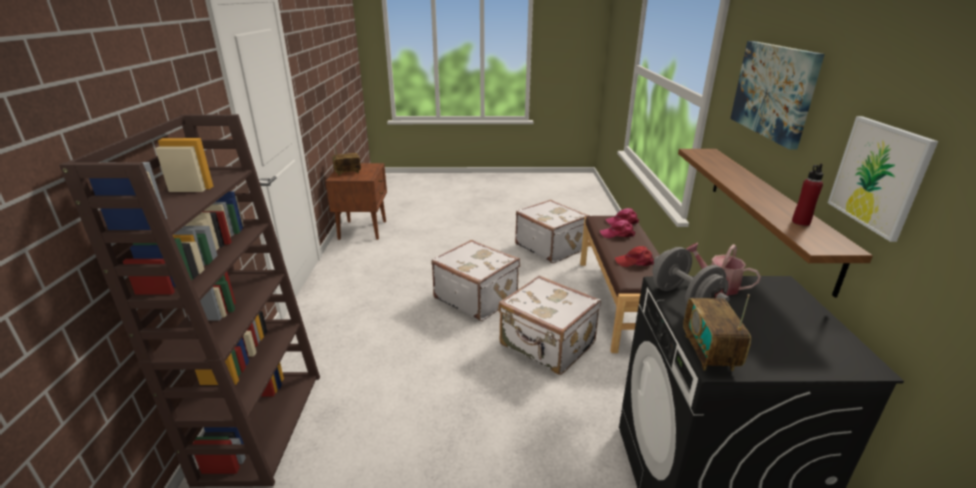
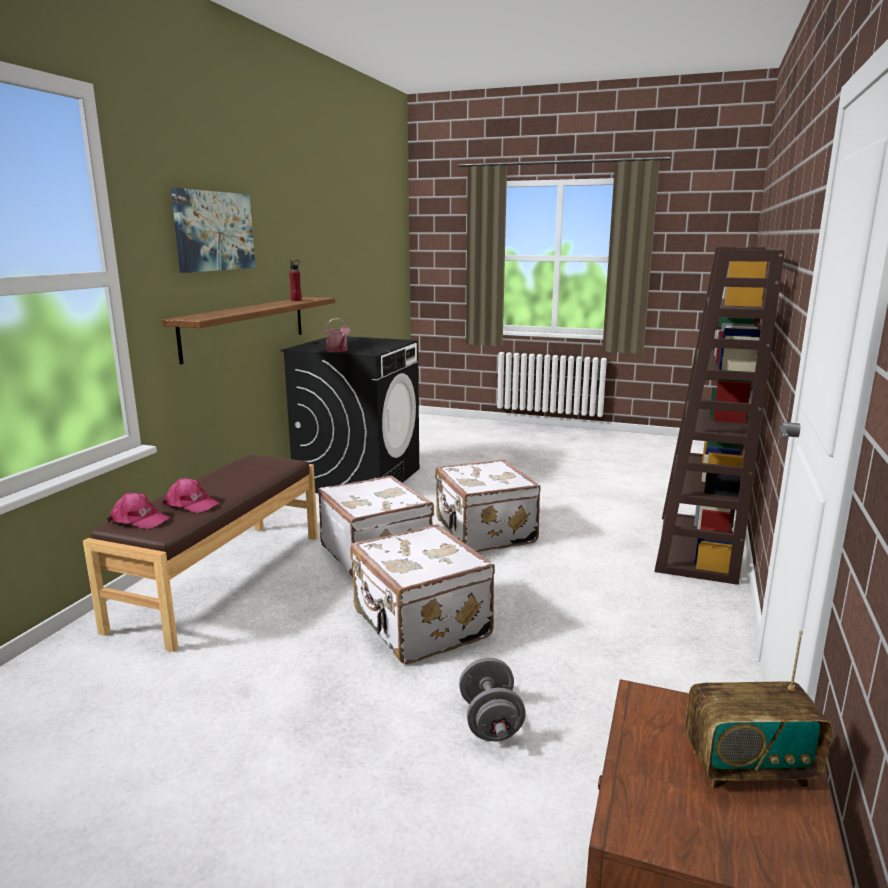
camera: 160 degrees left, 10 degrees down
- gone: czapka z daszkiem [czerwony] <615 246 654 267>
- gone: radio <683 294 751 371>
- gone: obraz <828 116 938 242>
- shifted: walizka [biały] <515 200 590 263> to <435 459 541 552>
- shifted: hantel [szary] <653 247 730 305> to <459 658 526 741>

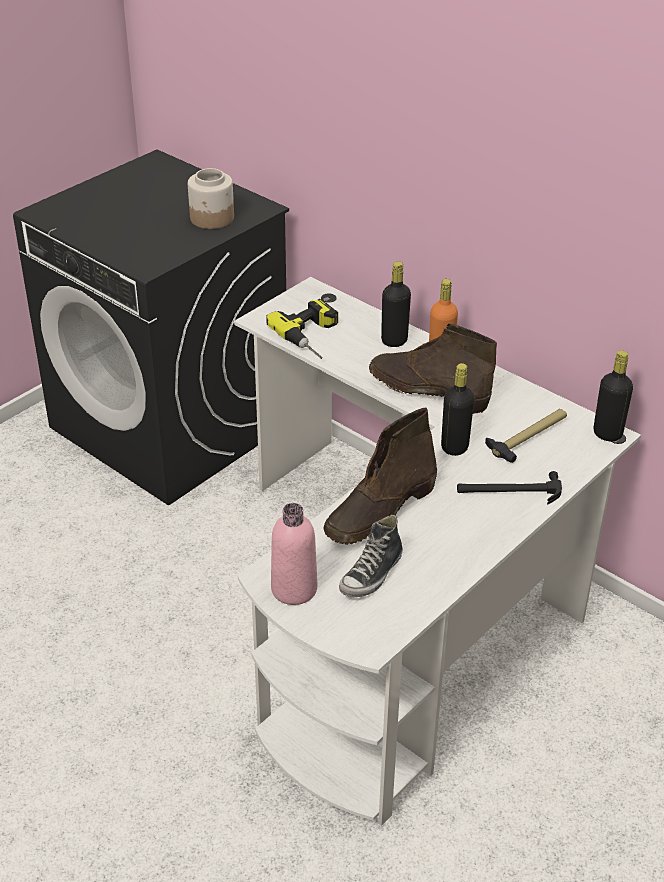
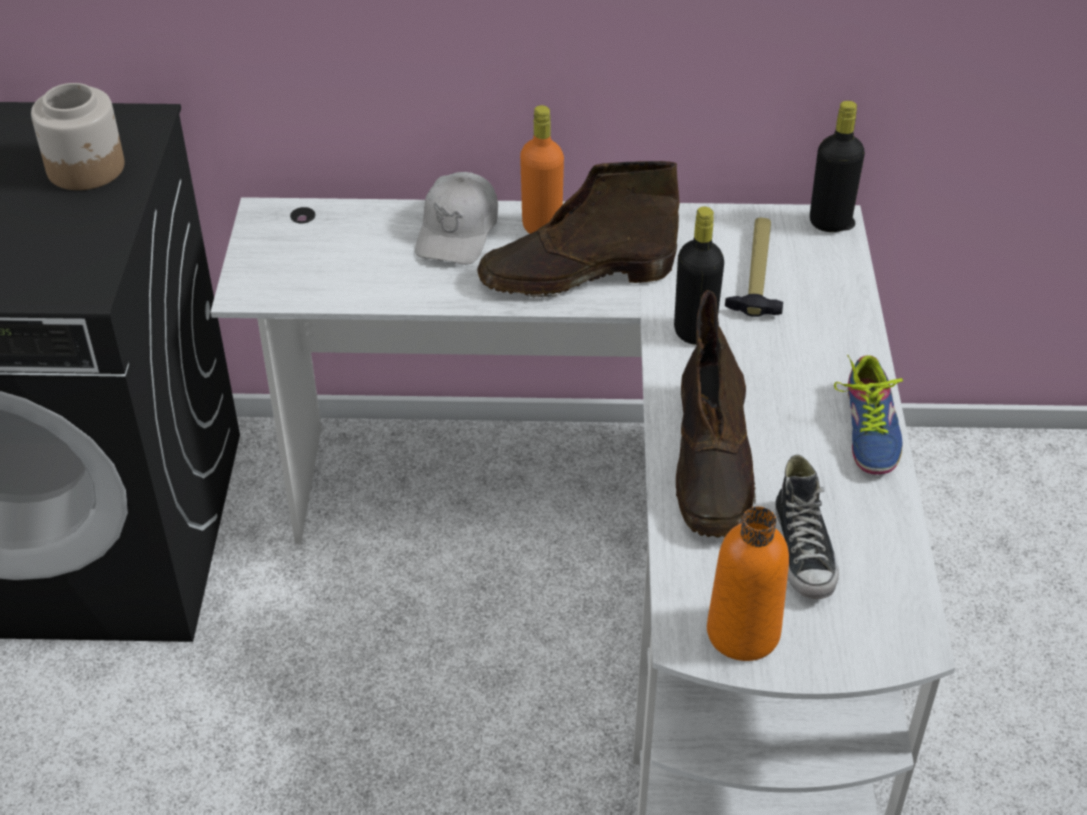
camera: 40 degrees left, 5 degrees up
- gone: wiertarka <266 299 338 359>
- gone: młotek <457 471 562 504>
- new: but <834 355 903 474>
- swapped: butelka [czarny] <381 261 411 347> to czapka z daszkiem [biały] <415 172 498 265>
- repainted: butelka [różowy] <271 503 317 605> to butelka [pomarańczowy] <707 507 789 661>

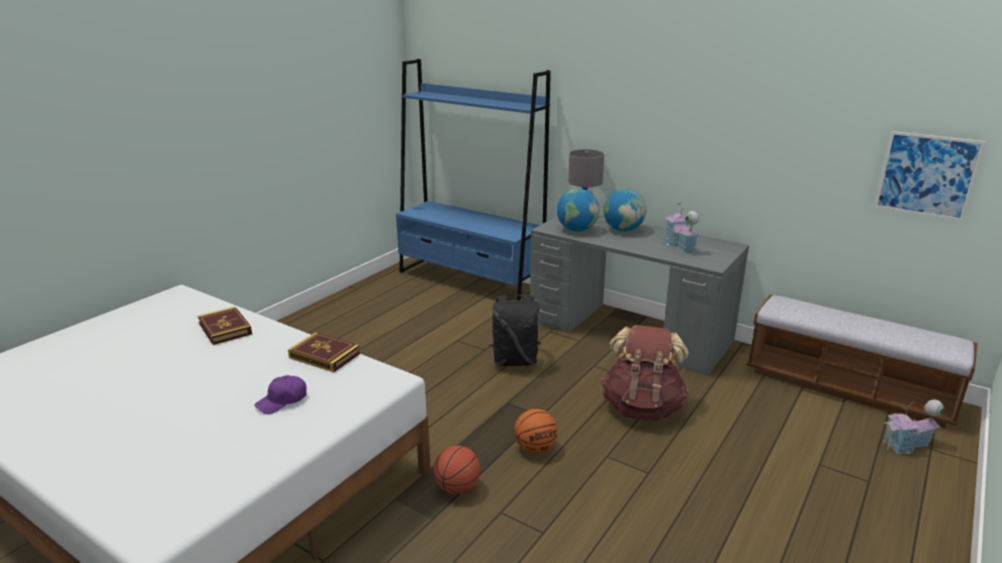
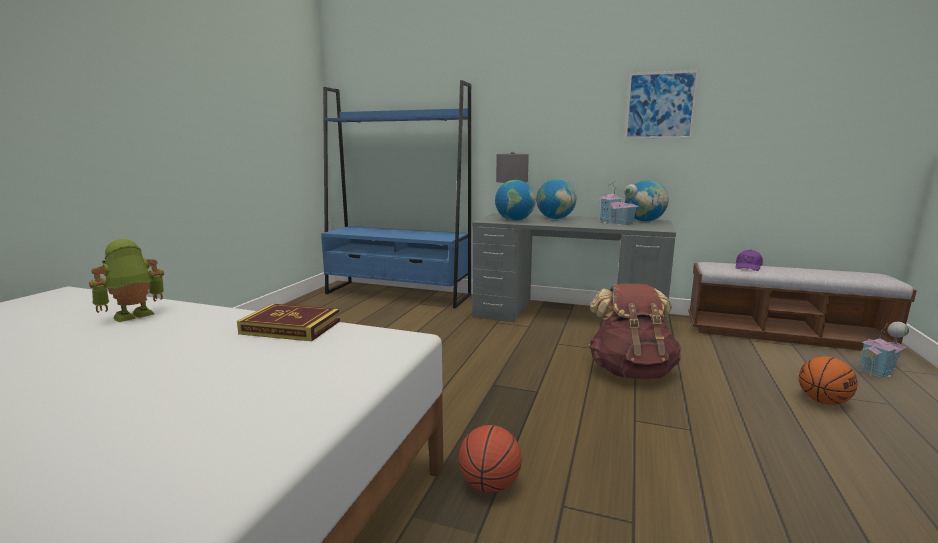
camera: 15 degrees left, 10 degrees down
- gone: plecak [czarny] <489 294 541 366>
- new: globus <625 180 669 222>
- shifted: czapka z daszkiem [fioletowy] <254 375 307 414> to <735 250 763 271>
- shifted: piłka do koszykówki <514 409 558 453> to <799 356 858 405>
- shifted: obraz <874 131 985 221> to <625 70 699 139>
- swapped: książka <198 307 252 345> to robot zabawkowy <89 239 164 322>

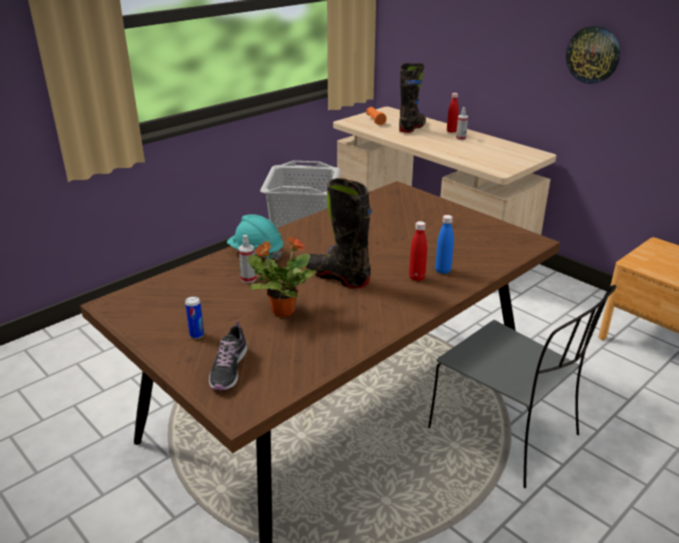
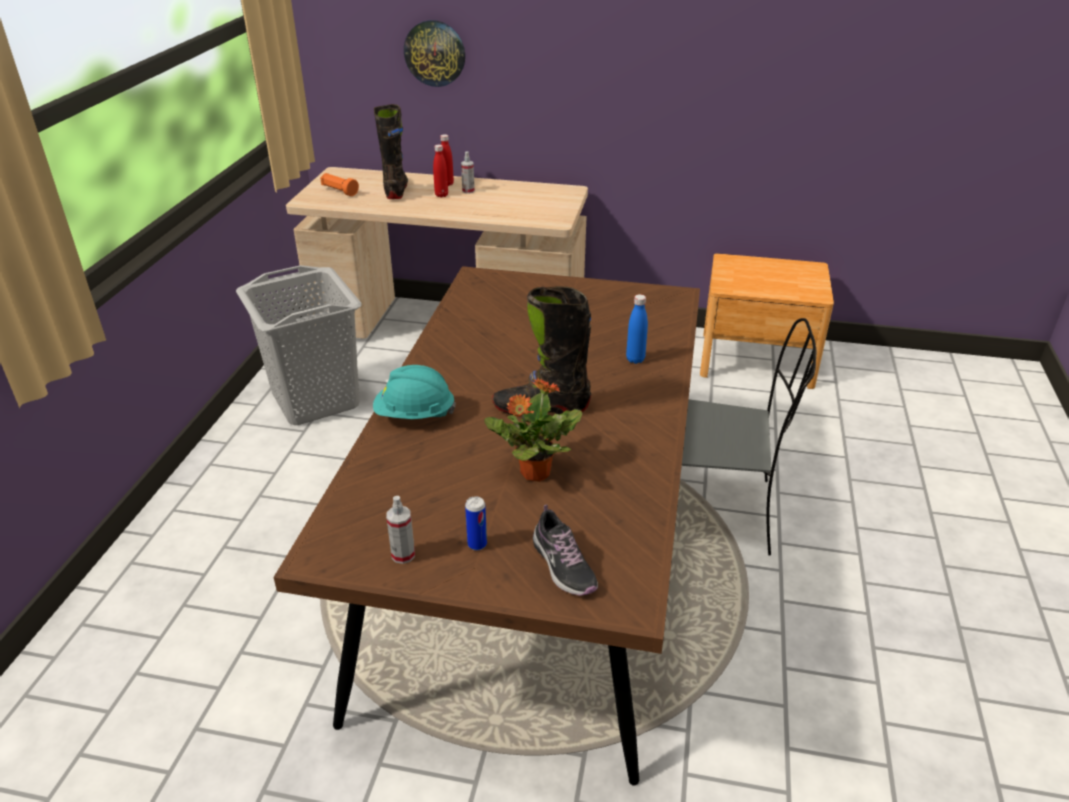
camera: 35 degrees left, 5 degrees up
- shifted: spryskiwacz <239 235 256 283> to <386 496 415 564>
- shifted: butelka [czerwony] <409 221 427 281> to <433 145 448 197>
- shifted: zegar ścienny <566 26 620 84> to <404 20 465 87>

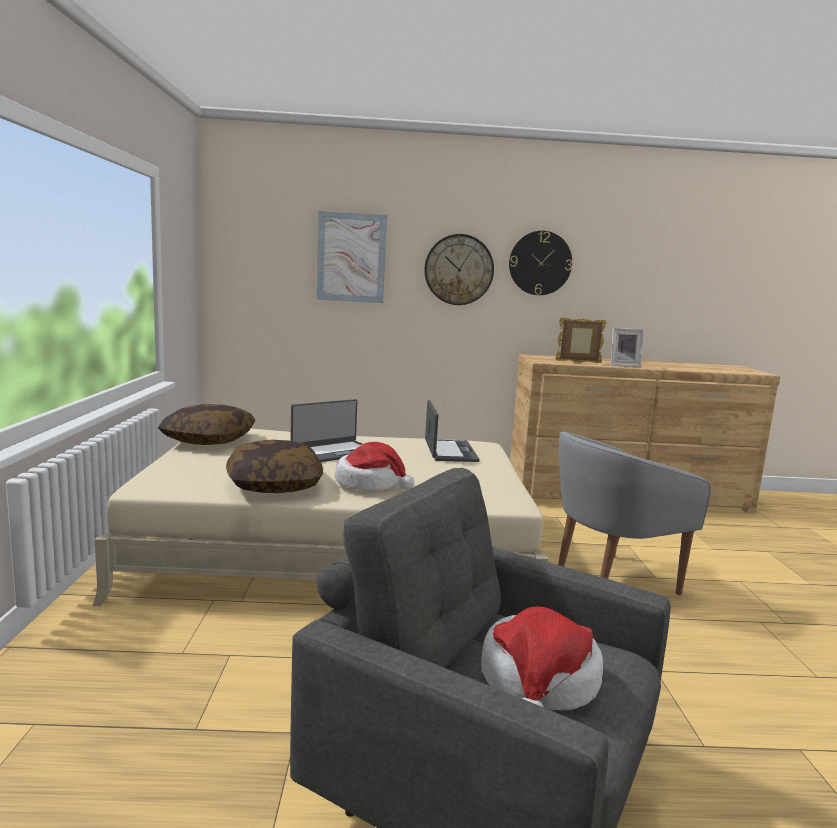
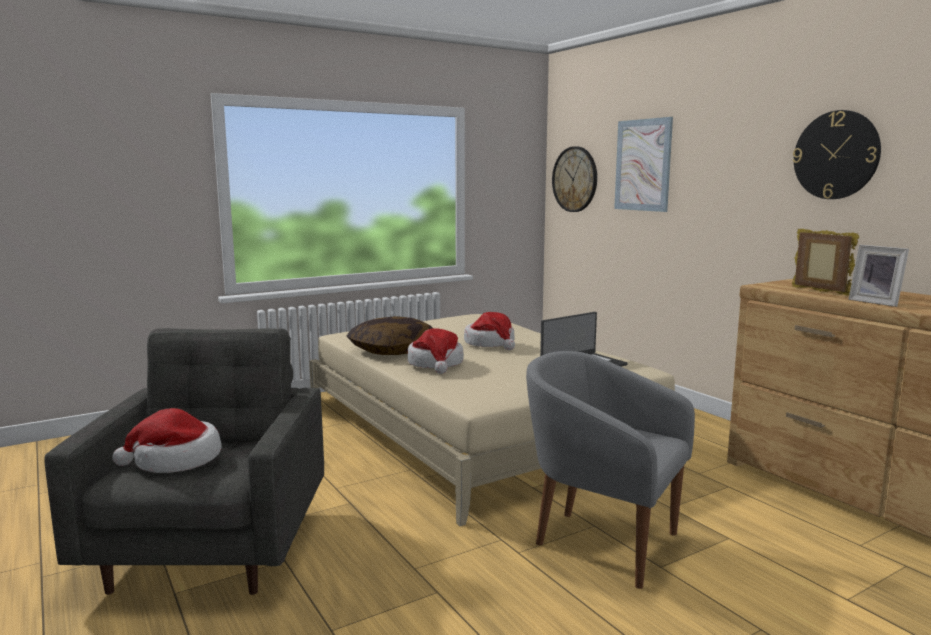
camera: 60 degrees right, 0 degrees up
- gone: poduszka <158 404 256 445>
- shifted: zegar ścienny <424 234 494 305> to <552 146 597 212>
- swapped: laptop <290 399 362 462> to kapelusz <464 312 515 350>

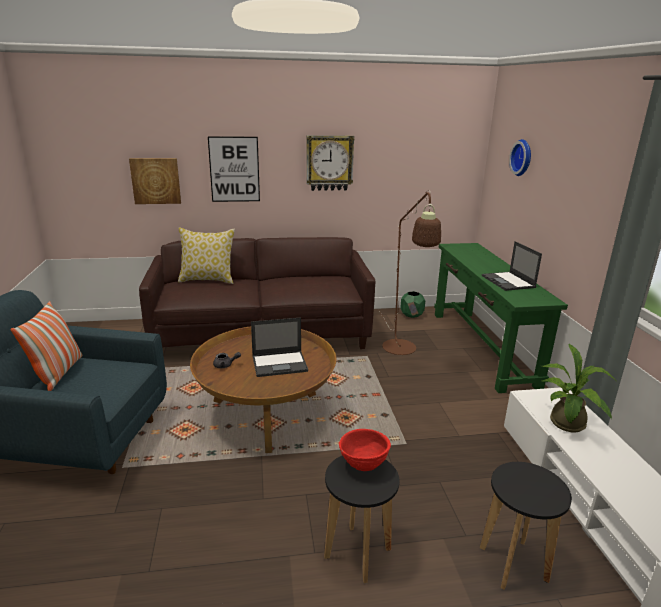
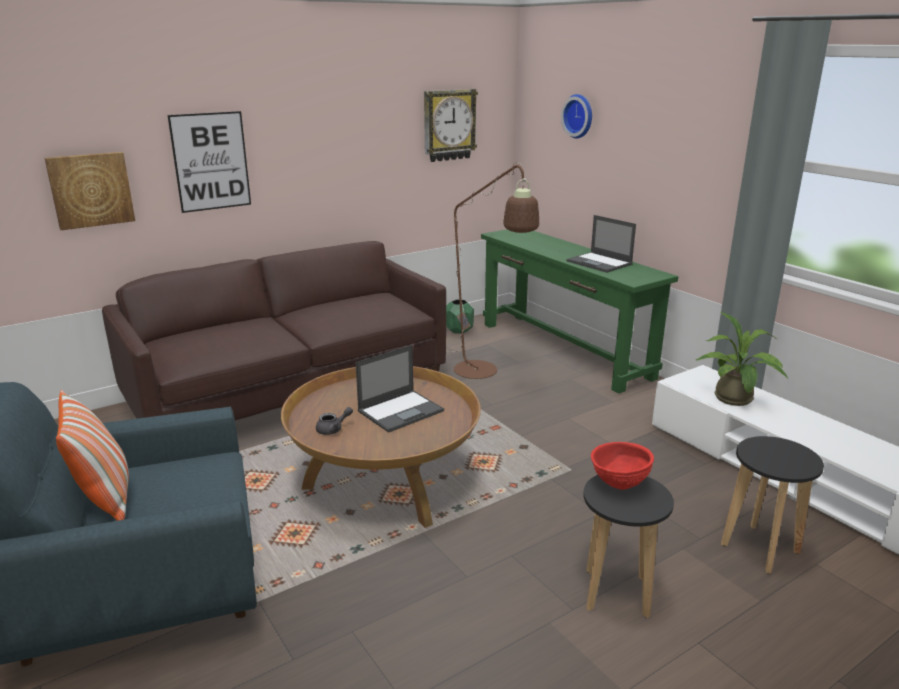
camera: 25 degrees left, 0 degrees up
- gone: poduszka <178 227 235 284>
- shifted: zegar ścienny <307 135 355 191> to <424 89 478 162>

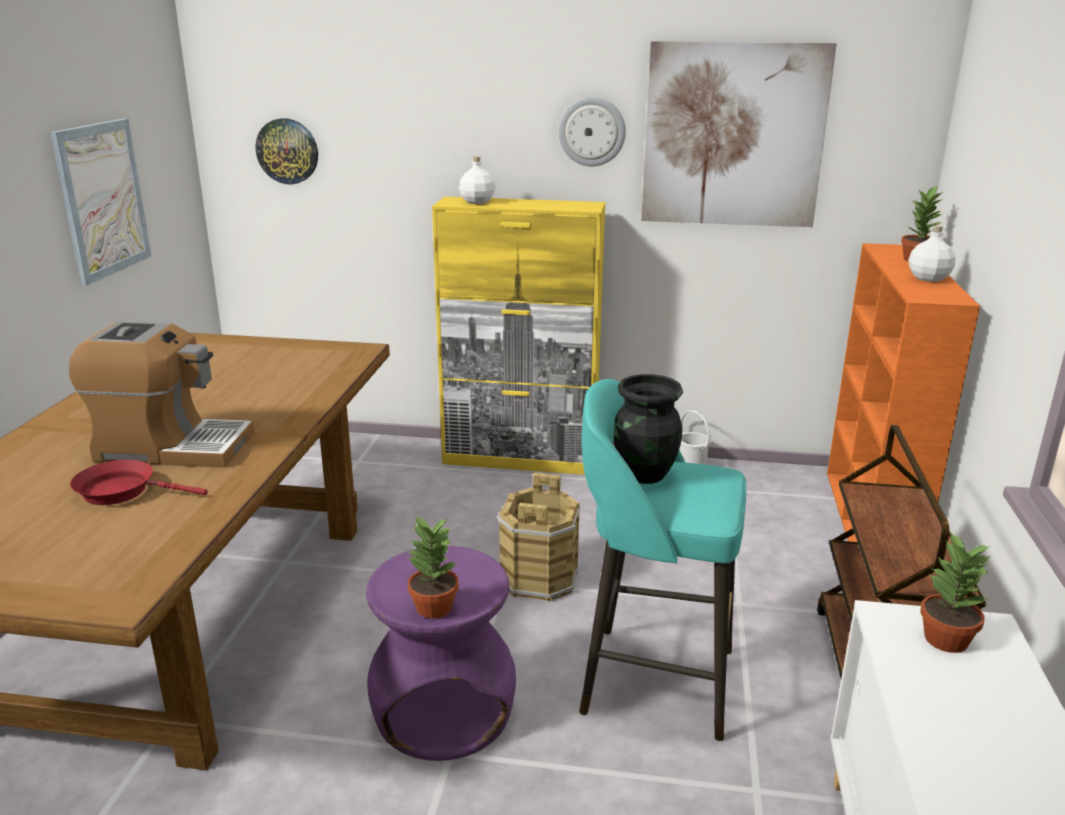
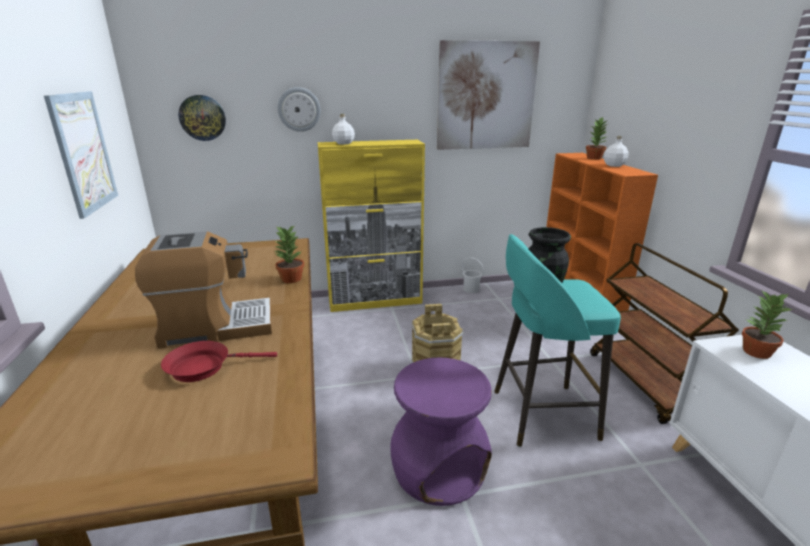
camera: 20 degrees left, 0 degrees up
- shifted: roślina doniczkowa <407 515 459 618> to <274 225 305 283>
- shifted: zegar ścienny <558 97 626 166> to <277 87 321 132>

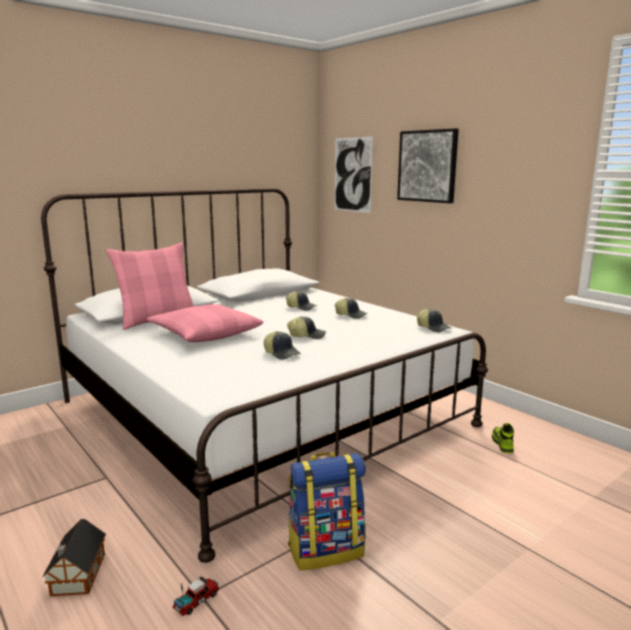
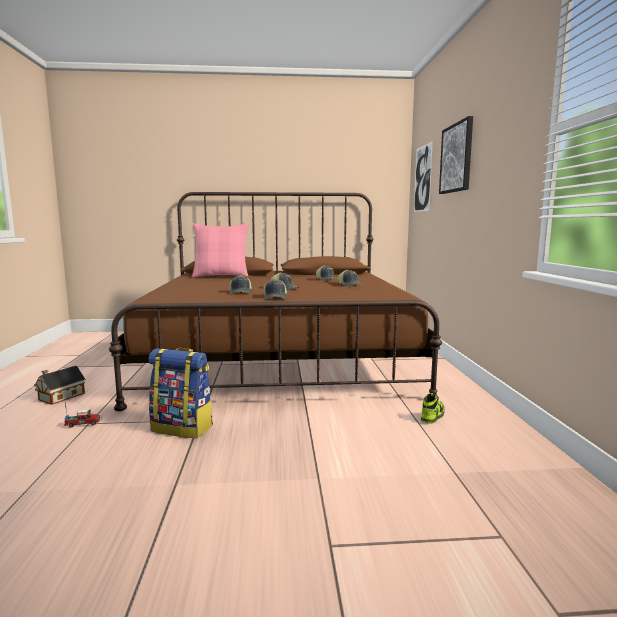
camera: 35 degrees right, 5 degrees down
- gone: poduszka [różowy] <147 304 263 342>
- shifted: czapka z daszkiem <417 309 451 332> to <263 279 287 299>
- repainted: łóżko [biały] <41 188 488 563> to łóżko [brązowy] <109 192 442 411>

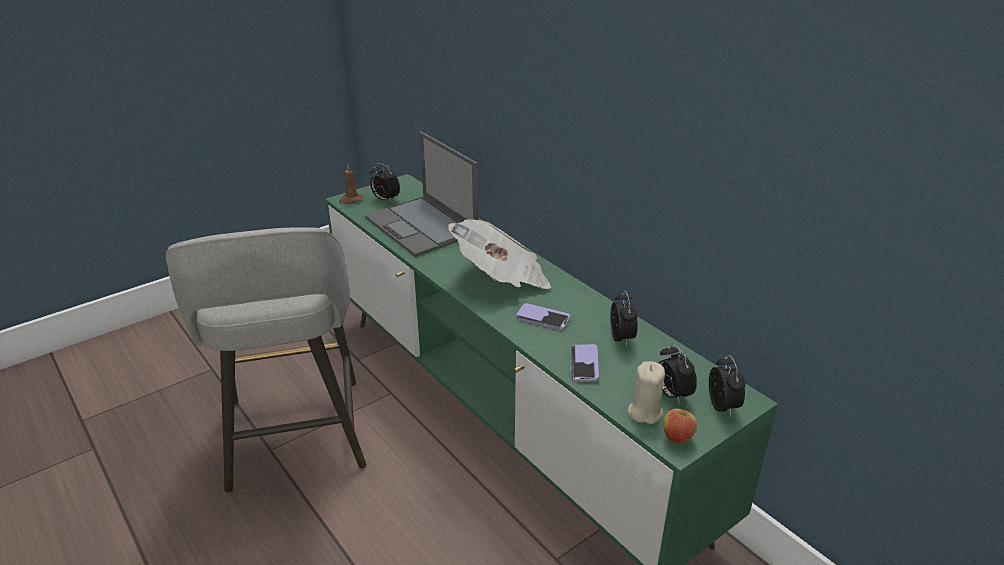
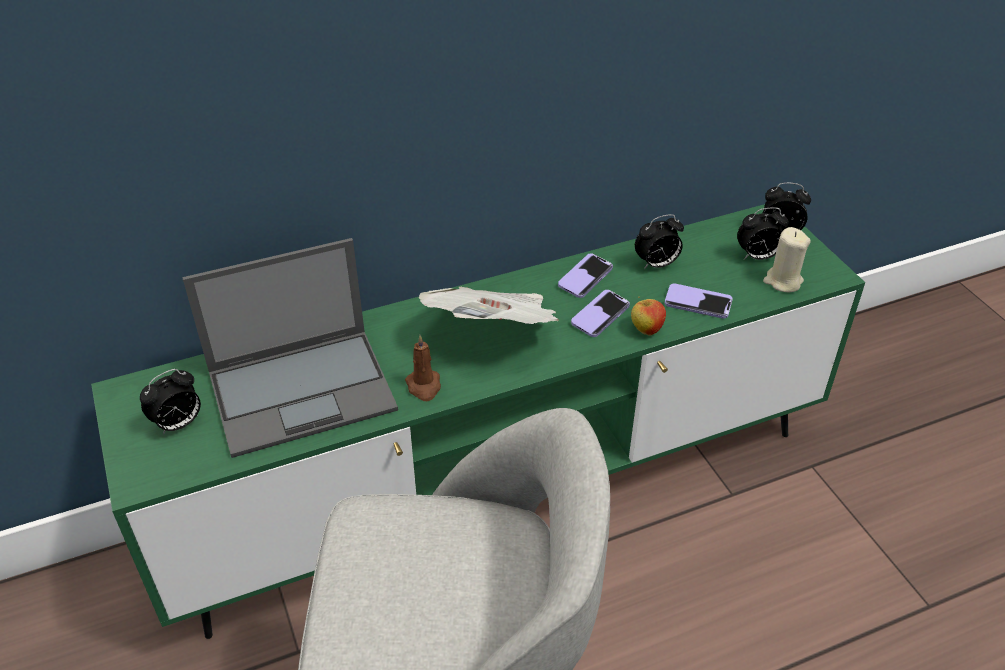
camera: 75 degrees left, 10 degrees up
- new: telefon <558 253 613 298>
- shifted: świeca [brązowy] <339 164 363 204> to <405 335 441 401>
- shifted: jabłko <663 406 697 444> to <631 296 666 335>
- rotated: budzik <610 291 638 346> = <635 214 684 269> 150 degrees clockwise

